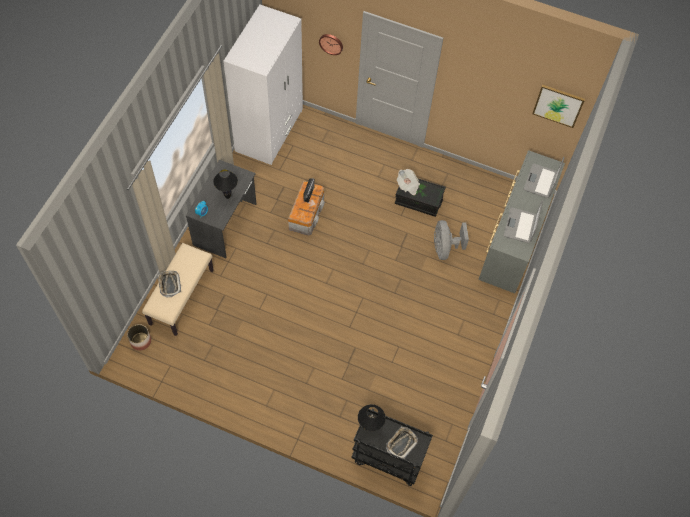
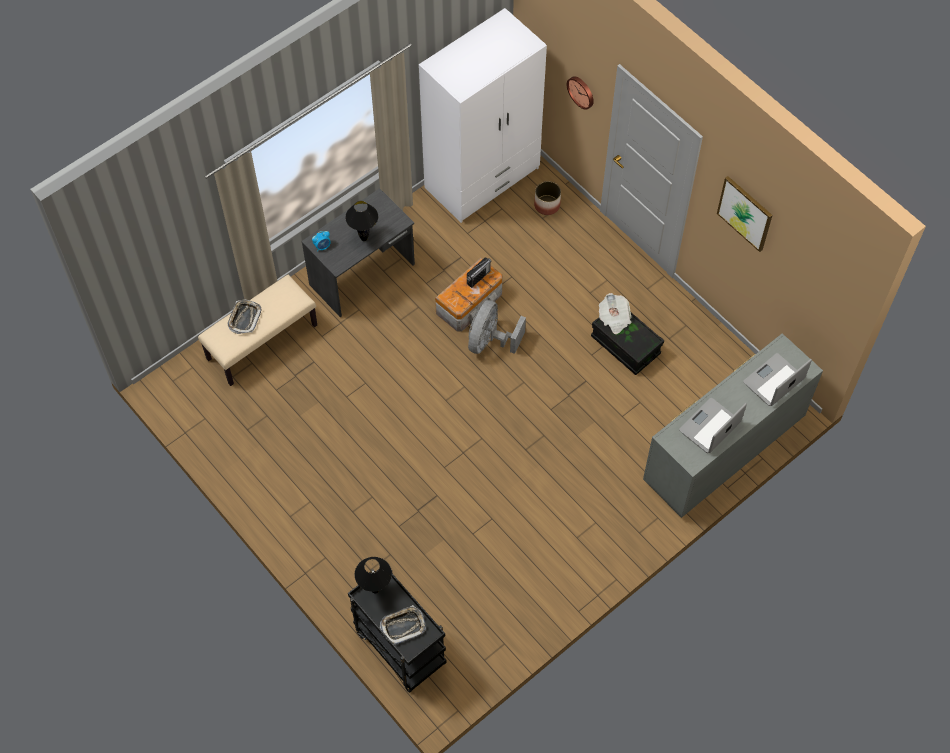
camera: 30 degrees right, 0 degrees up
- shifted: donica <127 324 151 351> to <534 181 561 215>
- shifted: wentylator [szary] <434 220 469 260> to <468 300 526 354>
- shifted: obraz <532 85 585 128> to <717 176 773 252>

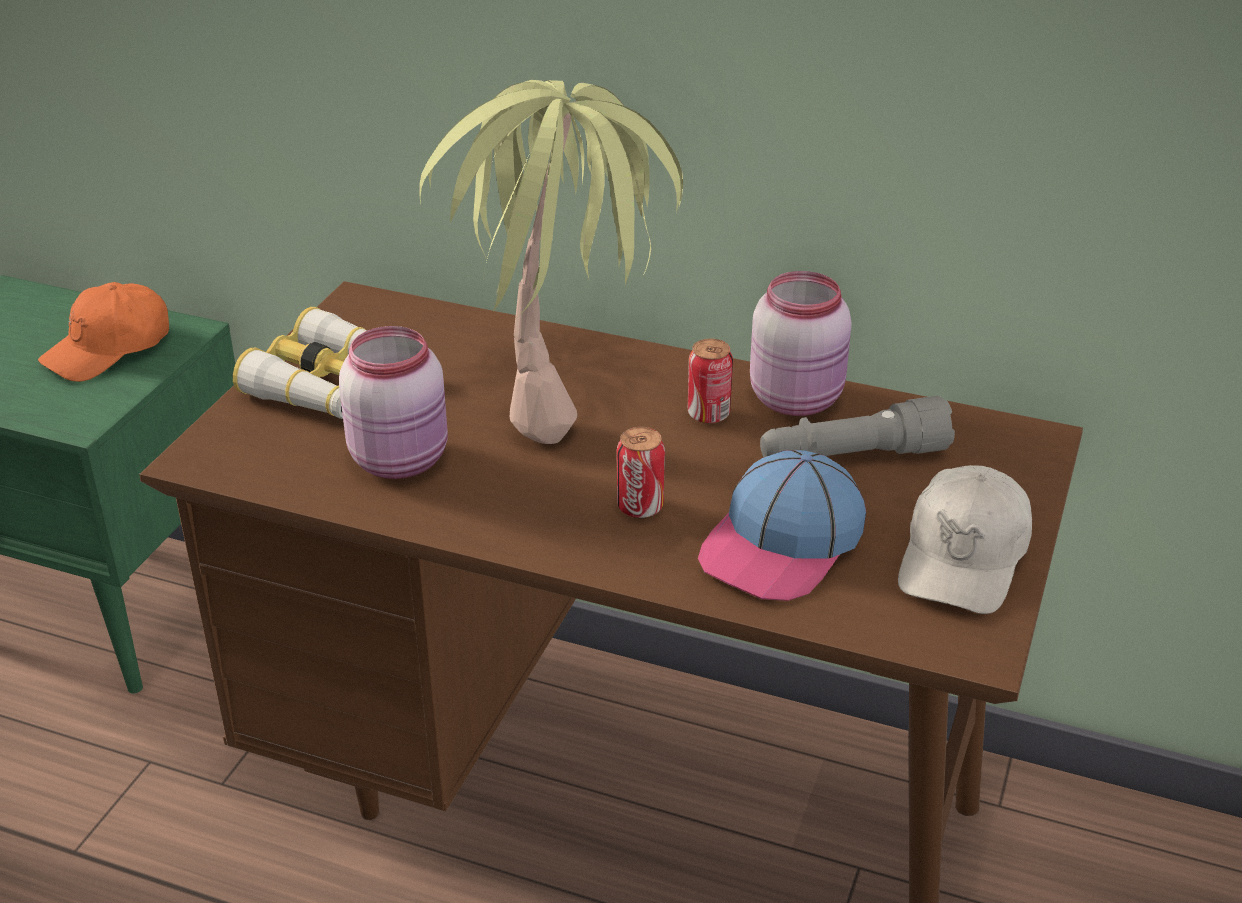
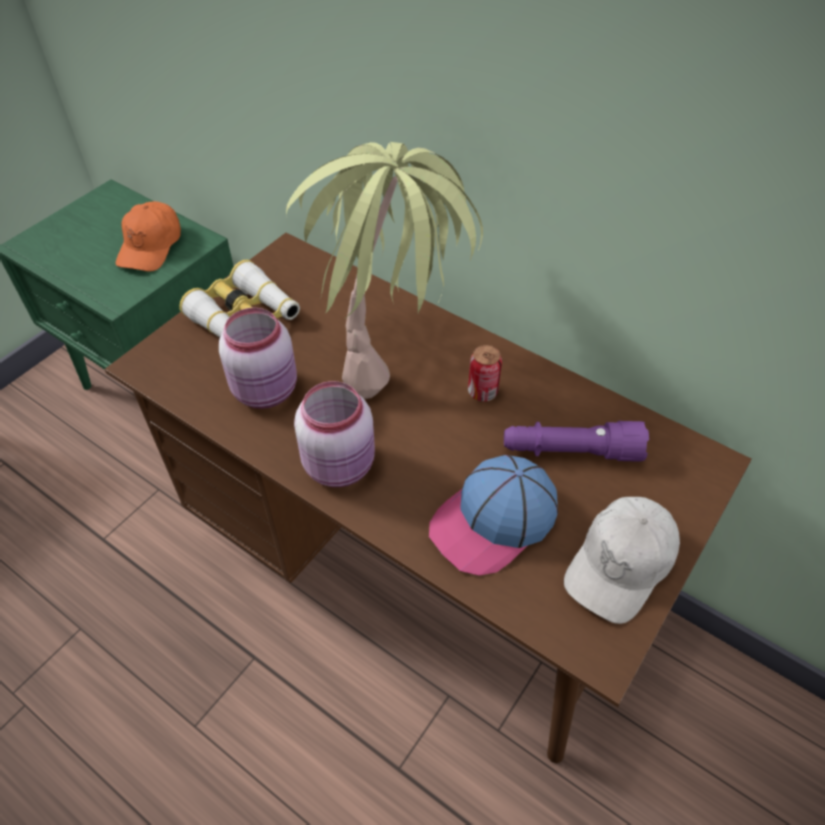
camera: 15 degrees right, 15 degrees up
- gone: puszka <617 427 665 518>
- shifted: słoik [różowy] <750 271 851 416> to <294 381 375 487>
- repainted: latarka [szary] <760 396 955 457> to latarka [fioletowy] <504 421 649 462>
- rotated: czapka z daszkiem [pomarańczowy] <38 282 169 382> = <116 201 181 272> 45 degrees counterclockwise

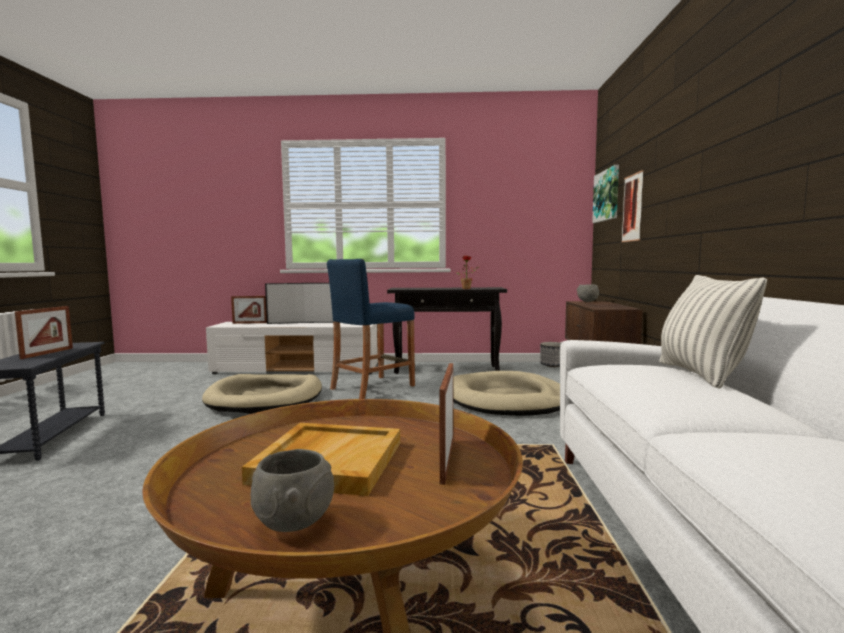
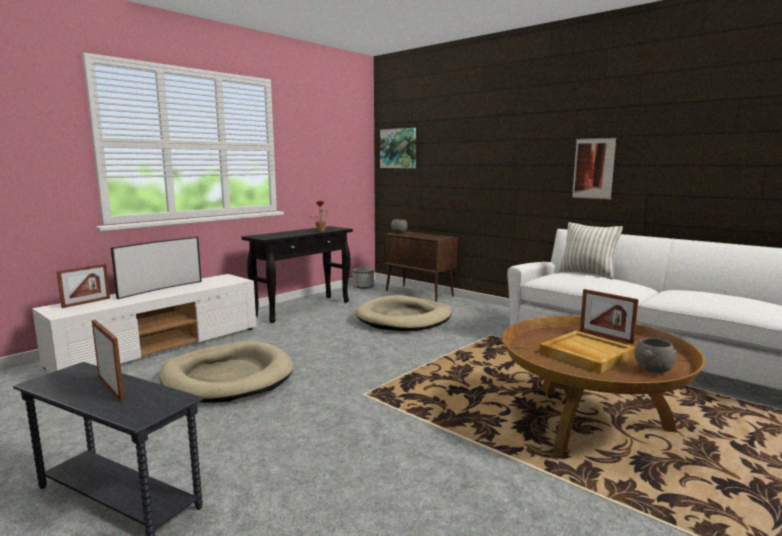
camera: 50 degrees left, 5 degrees up
- gone: stołek [niebieski] <327 259 415 399>
- shifted: obraz <621 170 644 242> to <572 137 616 199>

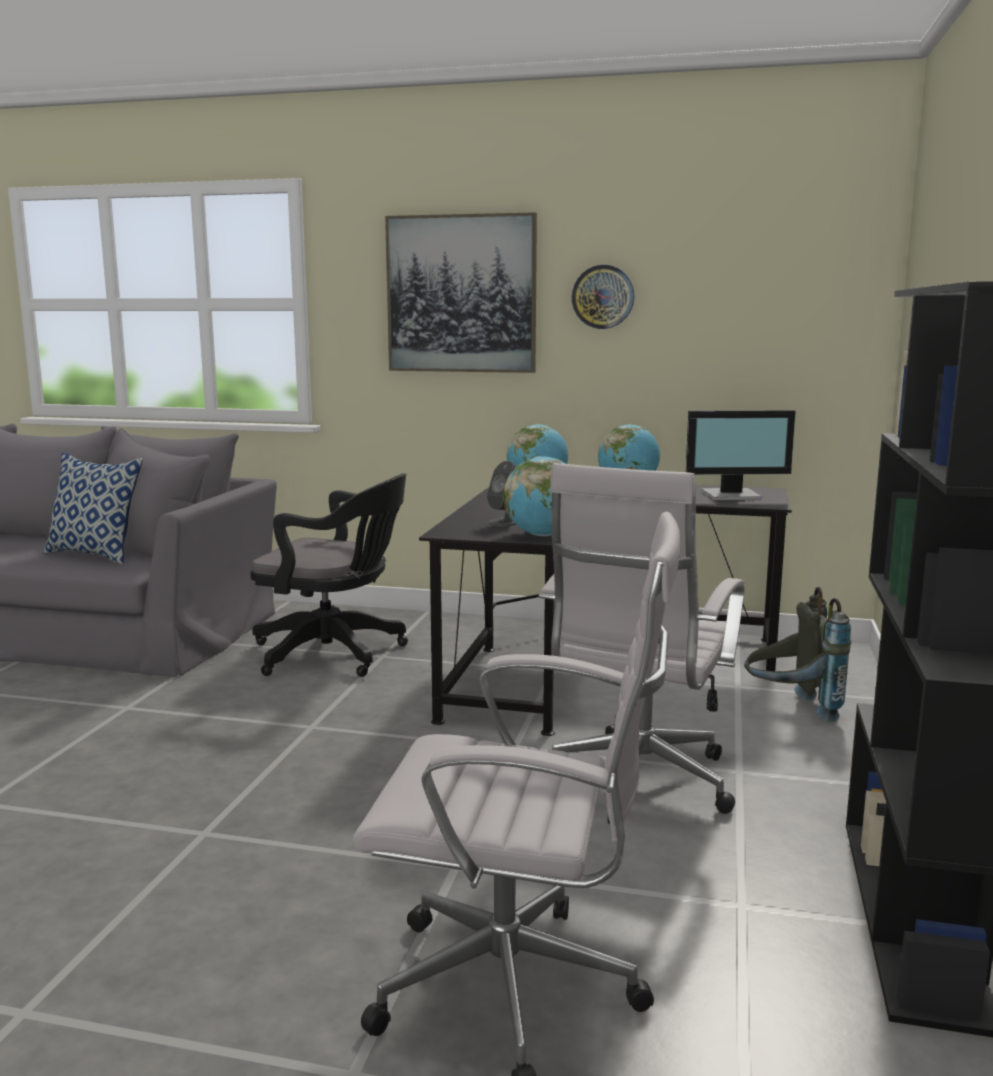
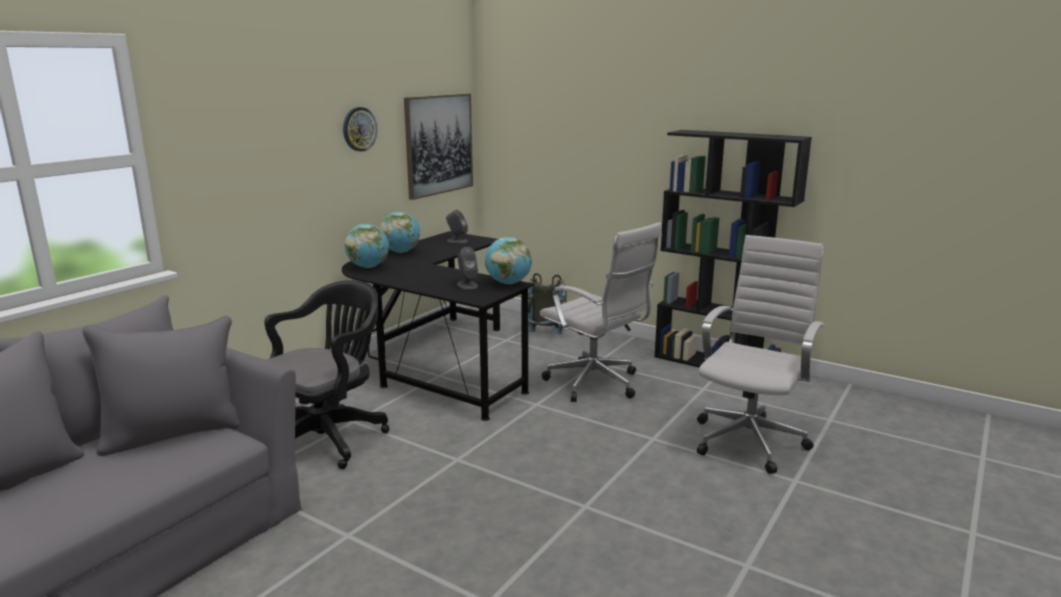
camera: 70 degrees left, 5 degrees up
- gone: poduszka <43 452 143 564>
- shifted: obraz <385 213 537 373> to <404 94 473 200>
- swapped: monitor <686 410 796 500> to głośnik [szary] <446 210 468 243>

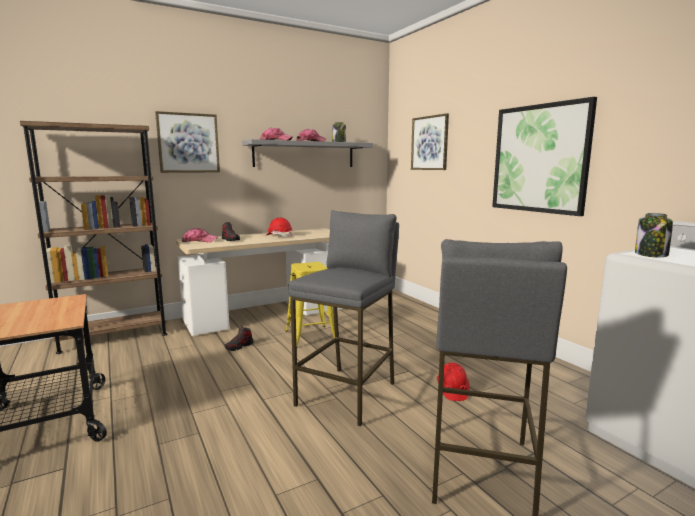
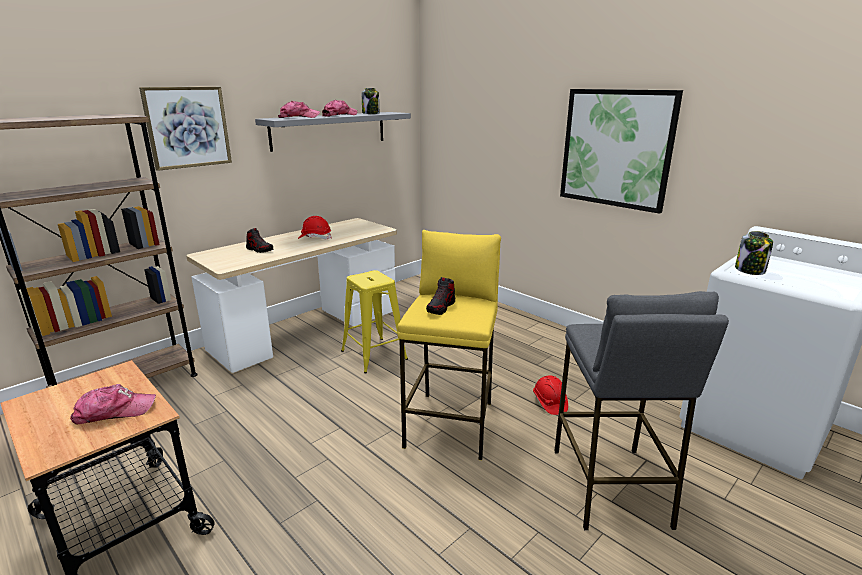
camera: 15 degrees left, 10 degrees up
- gone: obraz <411 113 449 170>
- shifted: czapka z daszkiem <182 228 218 242> to <70 384 156 424>
- shifted: but <225 326 253 351> to <426 277 455 315>
- repainted: stołek [szary] <289 210 399 426> to stołek [żółty] <397 230 501 460>

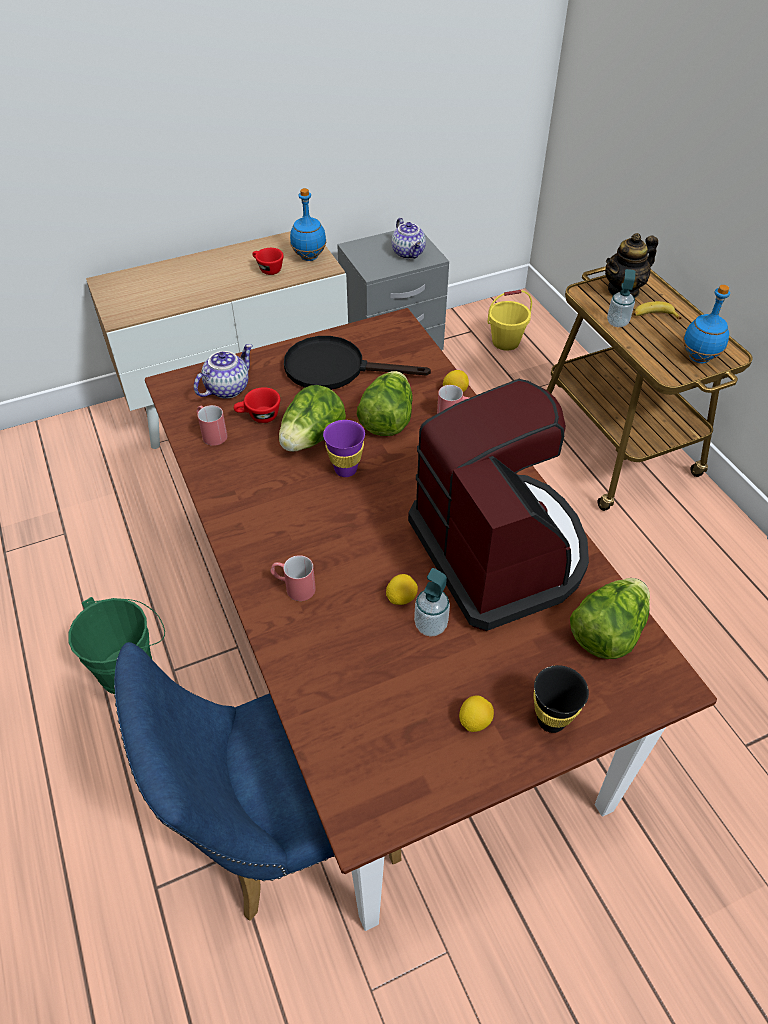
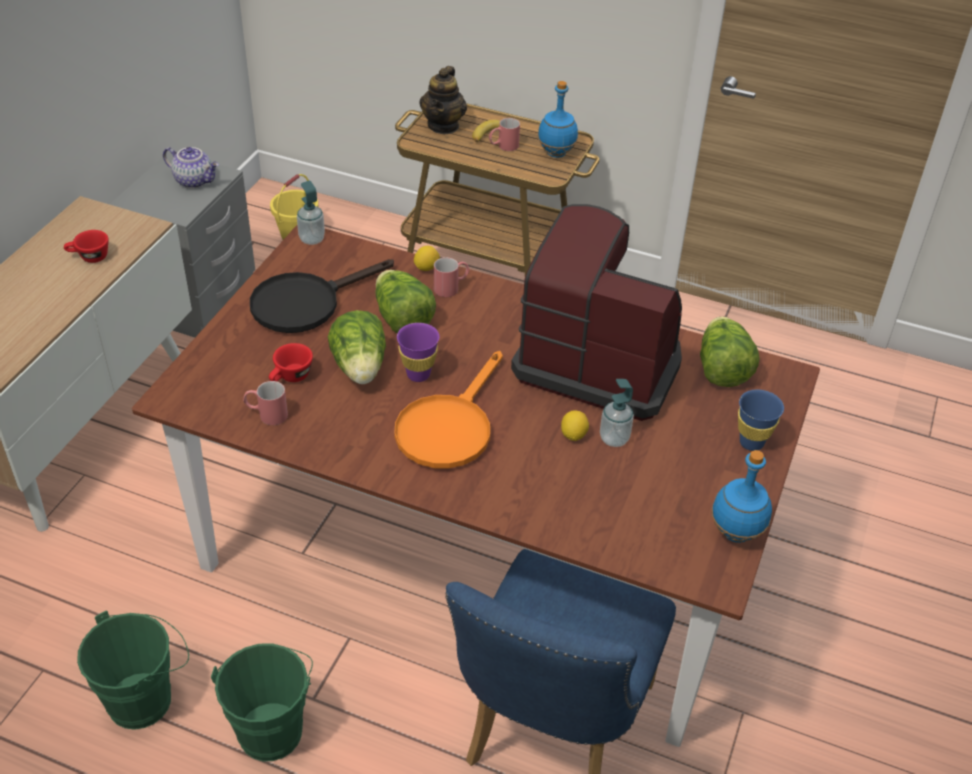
camera: 45 degrees left, 5 degrees down
- gone: imbryk <194 344 253 398>
- gone: cytryna <459 695 494 732>
- new: wiadro [zielony] <77 611 189 730>
- new: patelnia [pomarańczowy] <394 351 503 469>
- shifted: kubek [czerwony] <270 555 316 601> to <489 118 520 151>
- shifted: butelka [niebieski] <290 188 327 261> to <711 450 772 543>
- shifted: dozownik mydła <607 269 635 327> to <297 181 325 245>
- repainted: filiżanka [czarny] <533 665 589 733> to filiżanka [niebieski] <738 390 784 451>

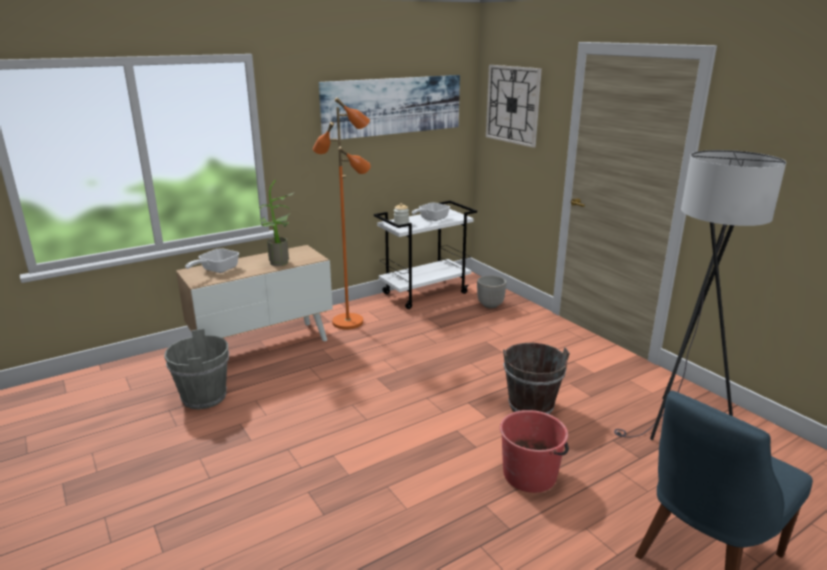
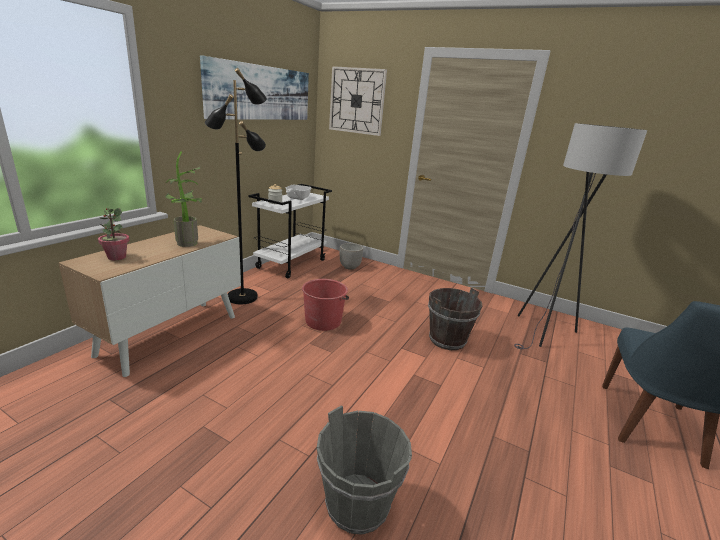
camera: 30 degrees left, 0 degrees up
- shifted: wiadro [szary] <164 329 229 409> to <317 405 412 535>
- shifted: wiadro [czerwony] <500 410 569 493> to <302 279 349 331>
- swapped: patelnia <185 248 239 273> to roślina doniczkowa <98 208 130 260>
- repainted: lampa stojąca [pomarańczowy] <313 97 371 329> to lampa stojąca [czarny] <205 68 267 304>

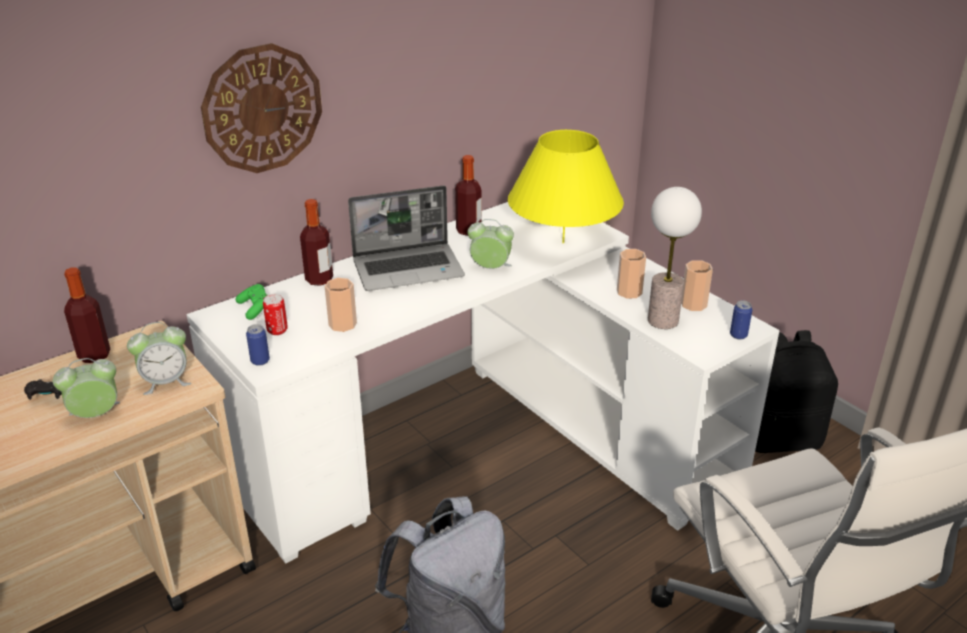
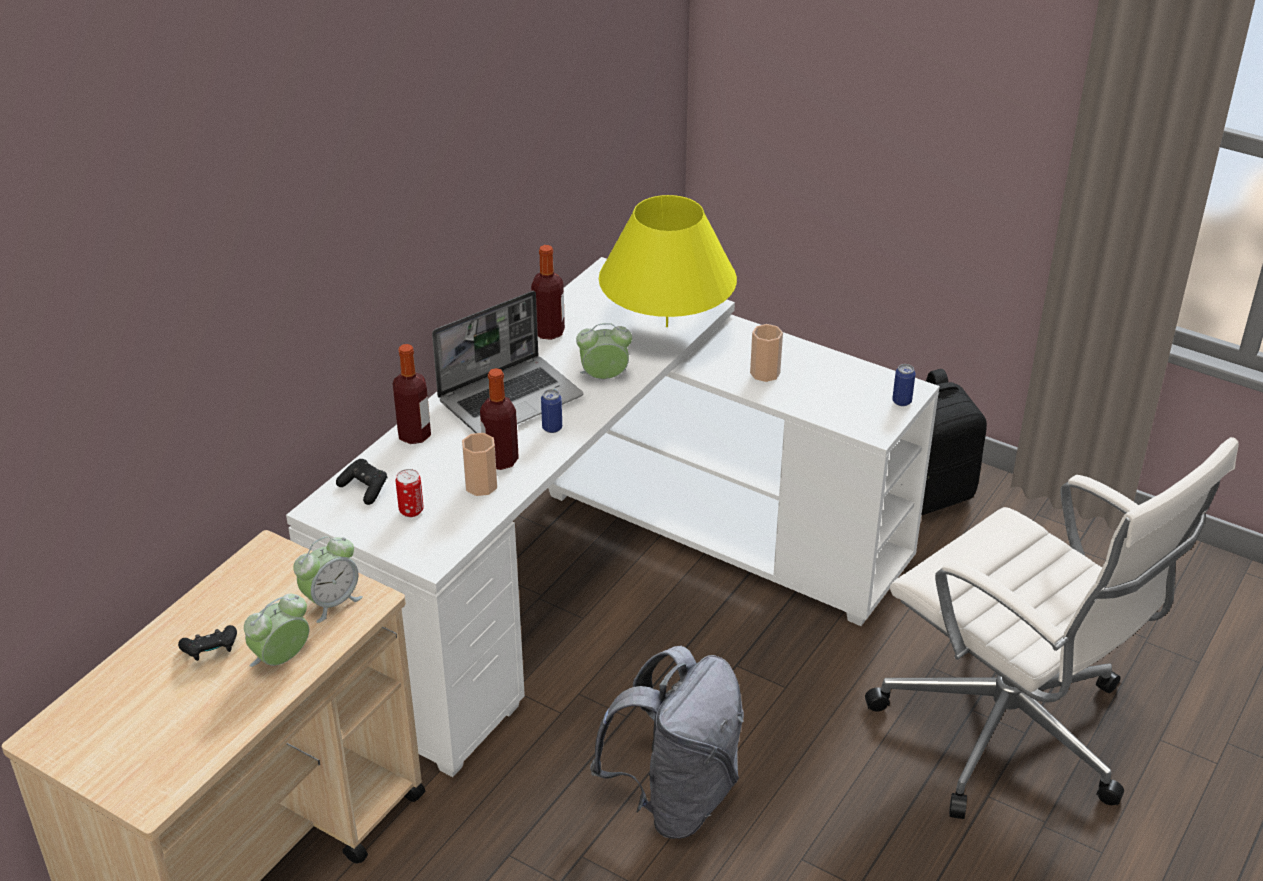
camera: 20 degrees left, 5 degrees up
- gone: zegar ścienny <201 43 322 173>
- gone: lampa stołowa <648 187 702 329>
- gone: filiżanka <681 260 713 311>
- shifted: butelka <64 267 111 363> to <480 368 519 470>
- shifted: puszka <246 324 270 366> to <541 389 562 433>
- repainted: pad do gier [zielony] <235 284 267 320> to pad do gier [czarny] <336 459 388 505>

